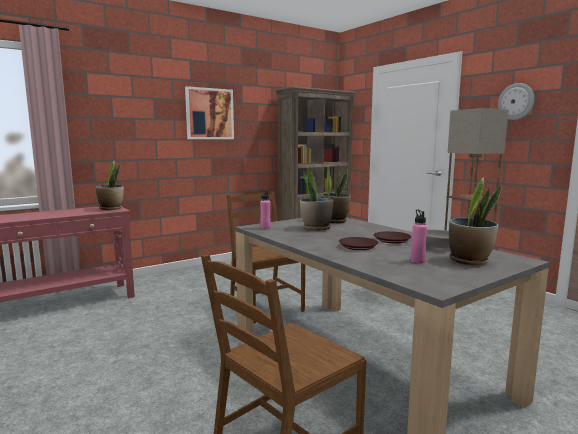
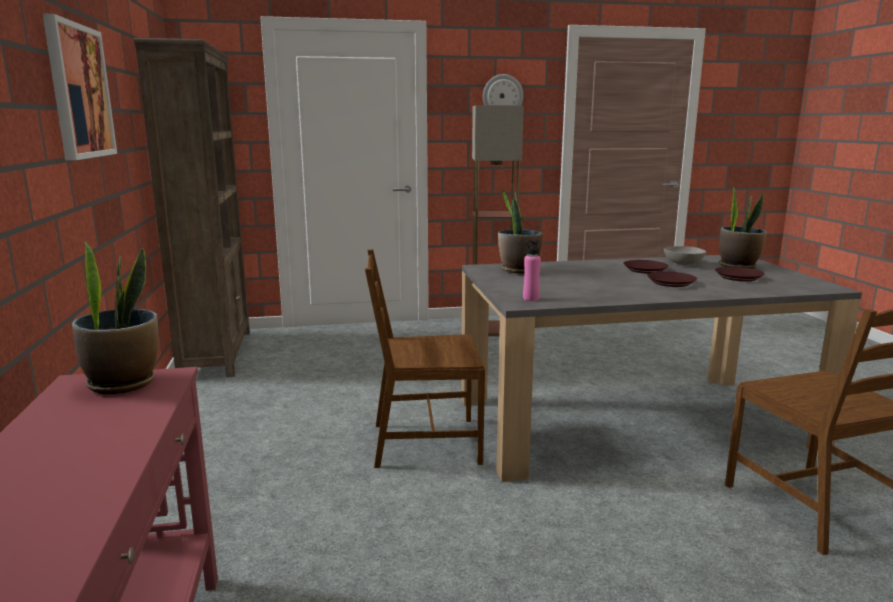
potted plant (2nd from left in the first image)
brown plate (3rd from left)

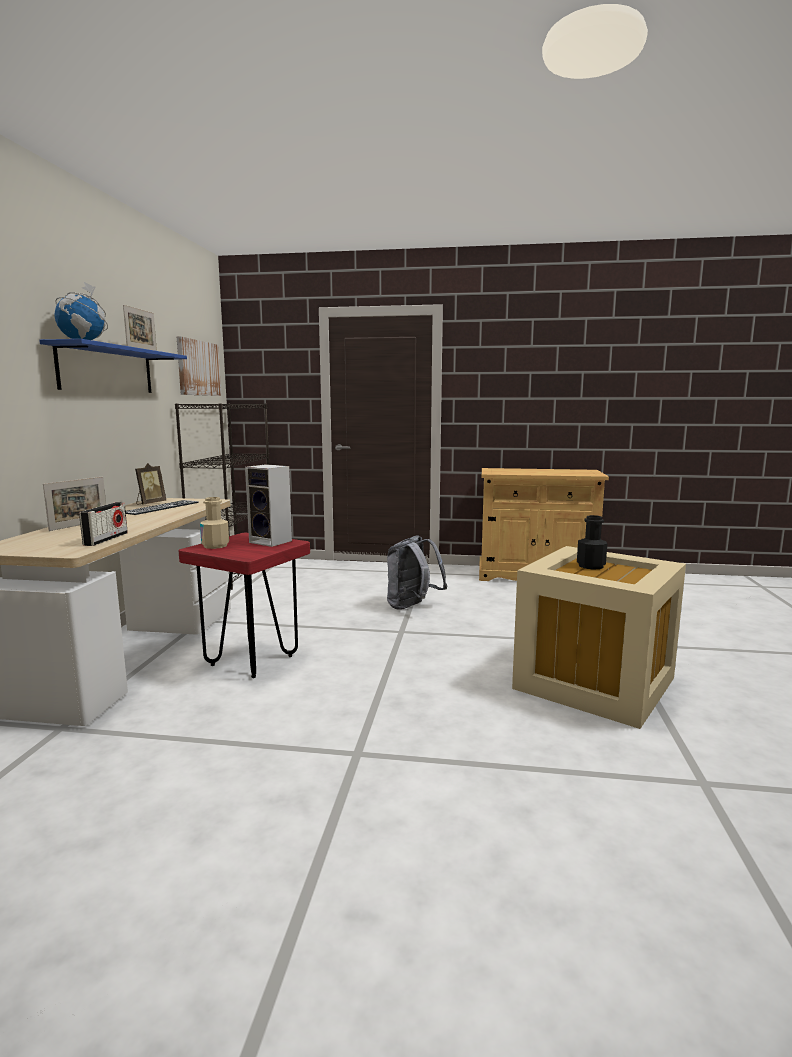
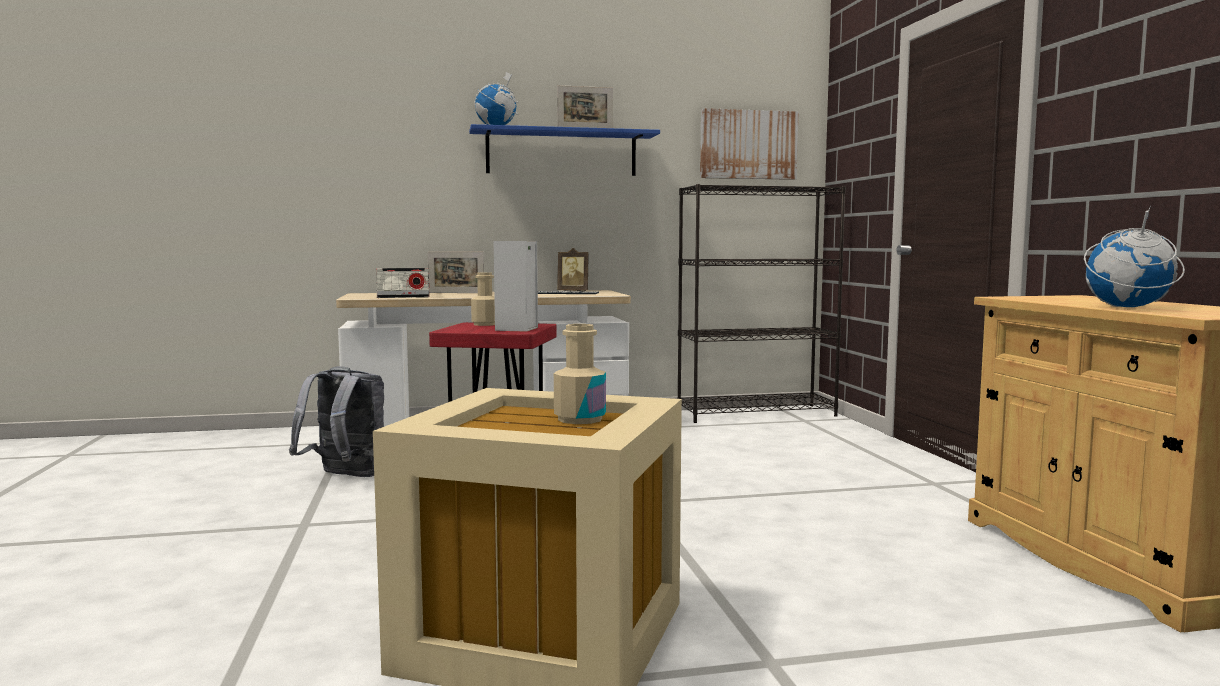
grey backpack
beige bottle (2nd from left)
globe (2nd from left)

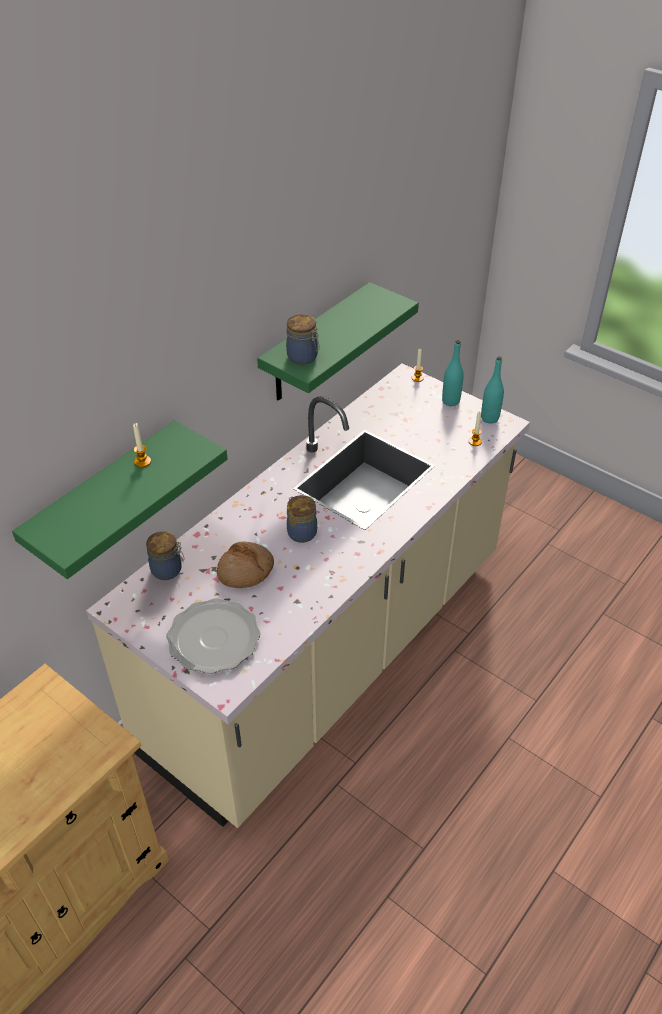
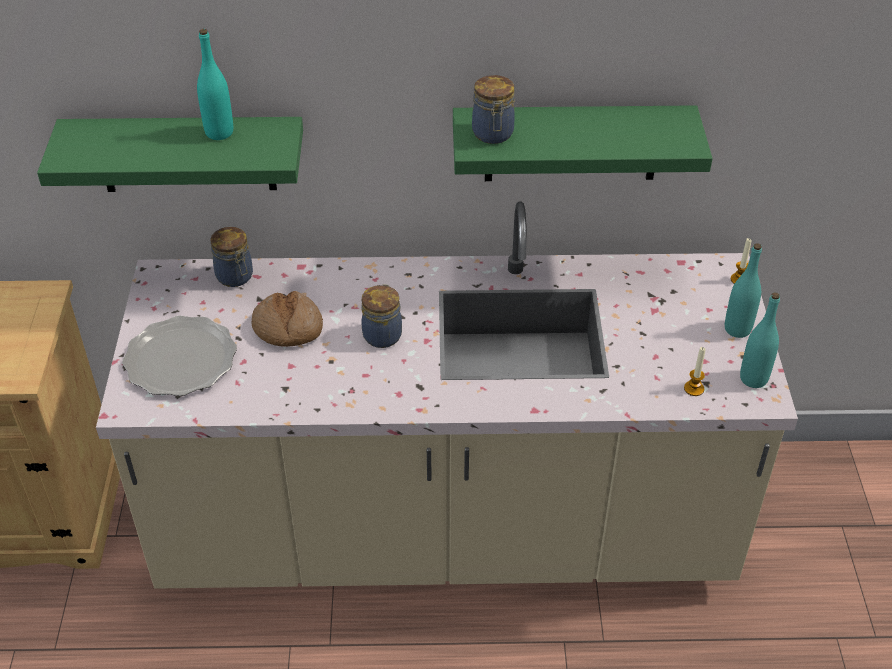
turquoise bottle (1st from left)

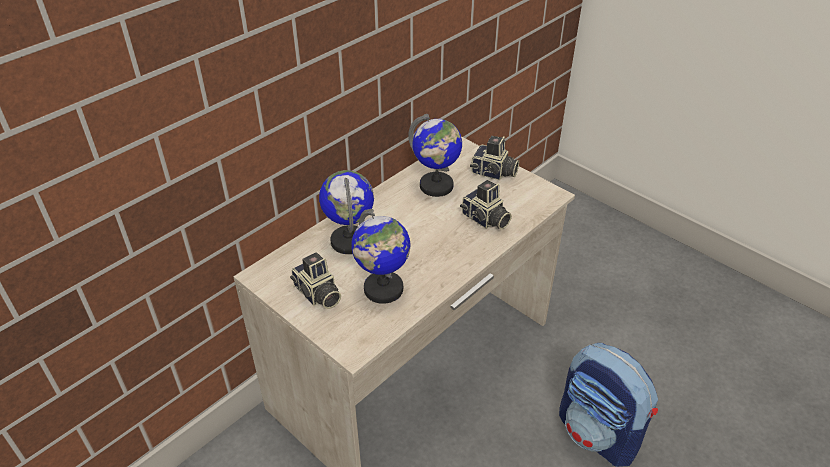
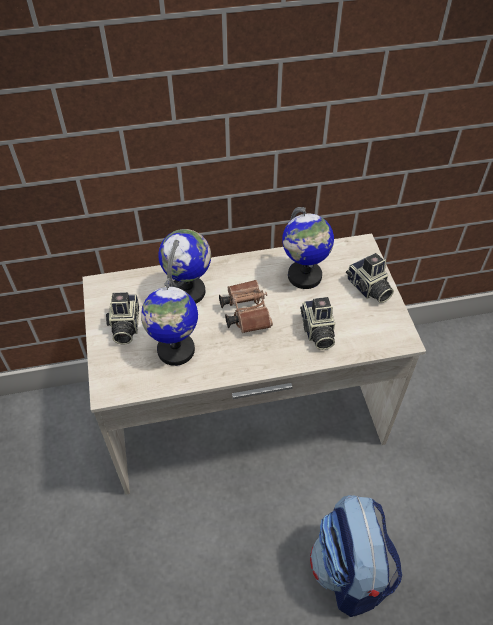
brown binoculars

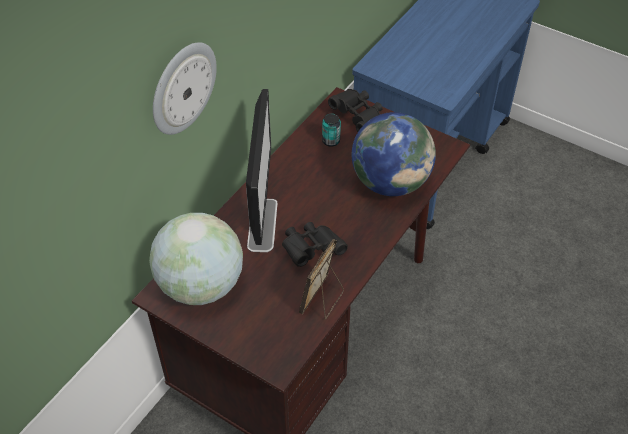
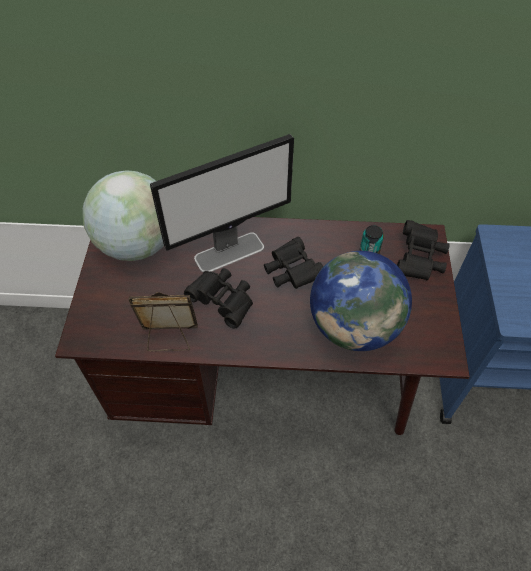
wall clock
black binoculars (2nd from left)

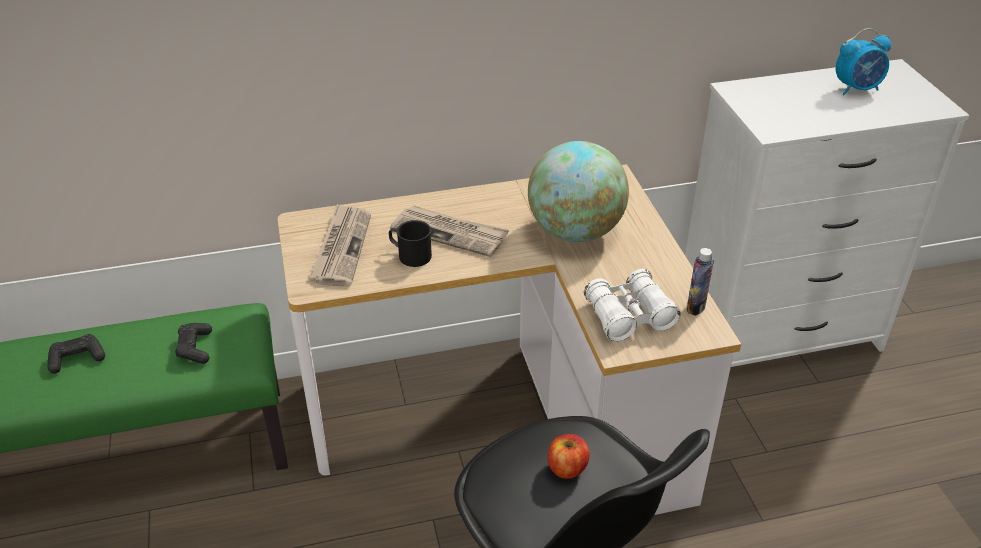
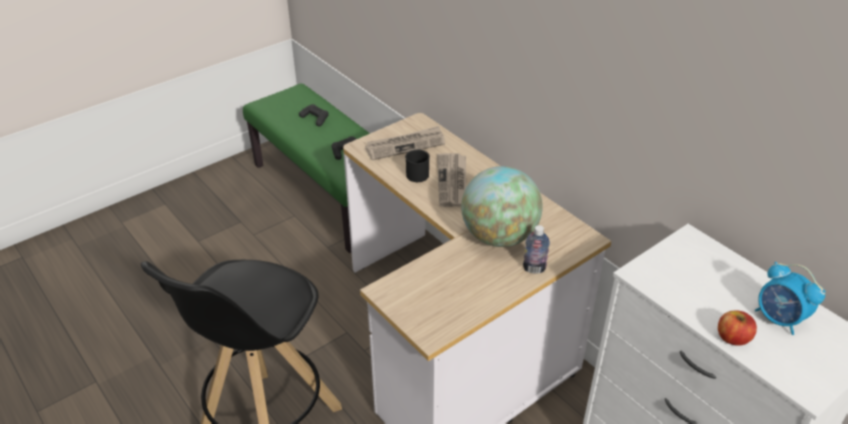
apple
white binoculars
bottle

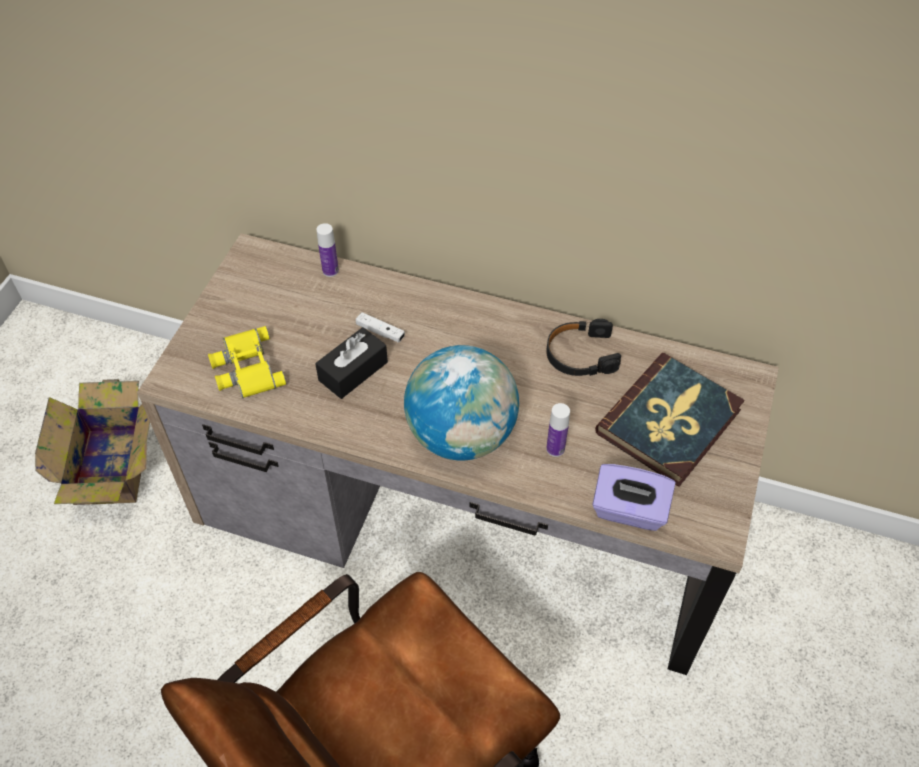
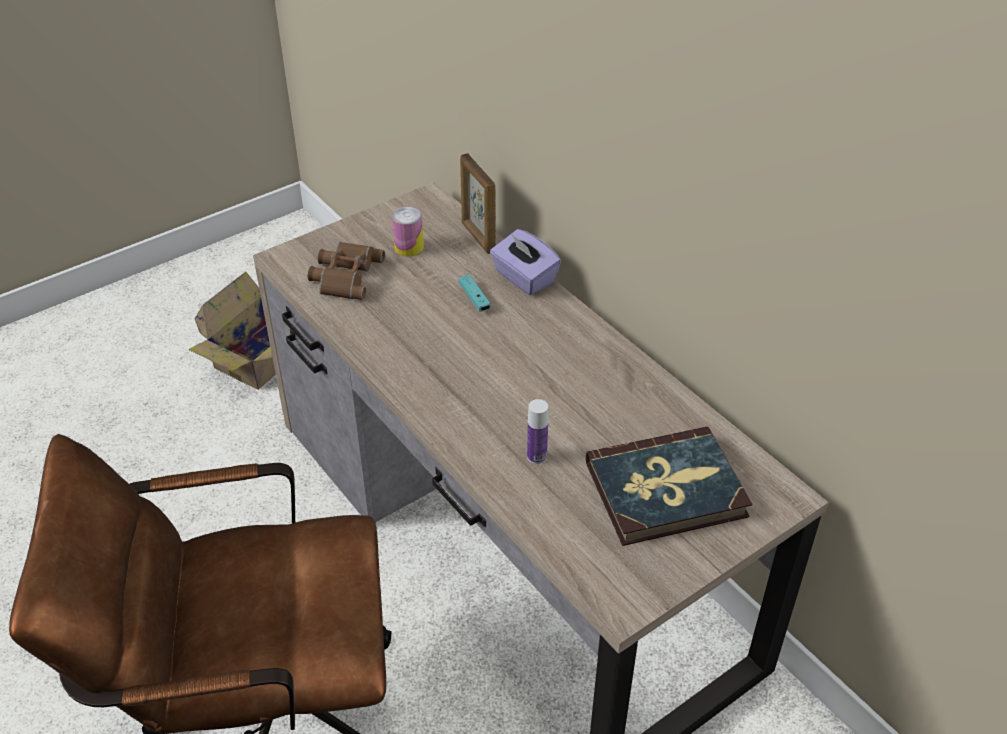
brown binoculars
black tissue box
picture frame
turquoise game controller
globe
black headphones
purple tissue box
can

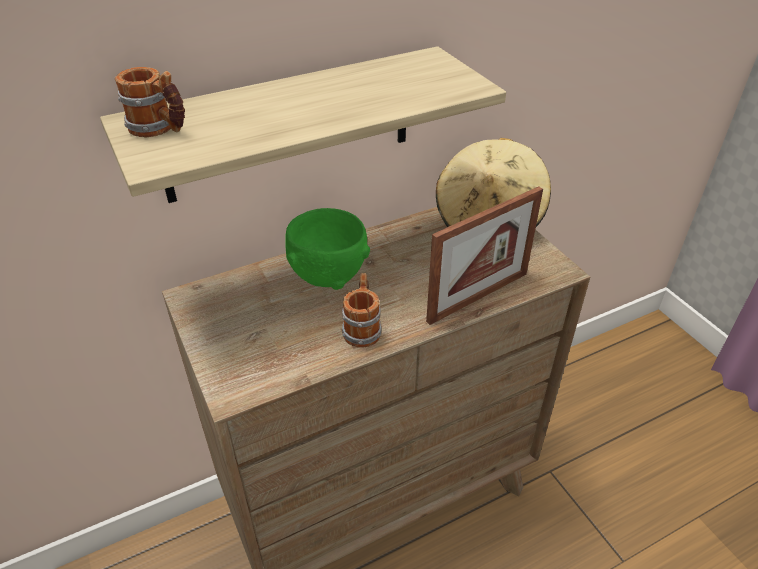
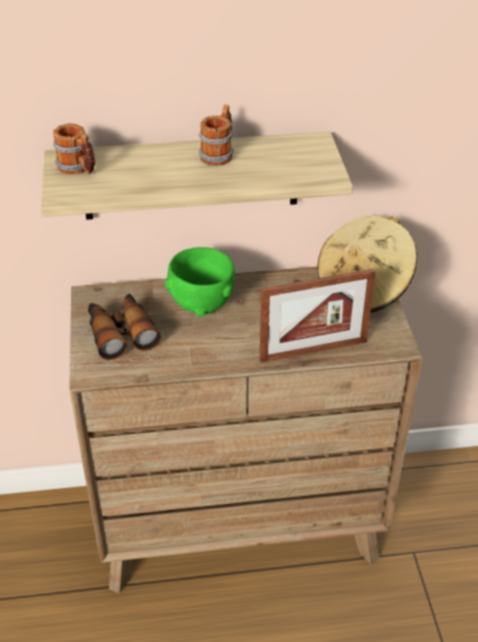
mug (2nd from left)
binoculars

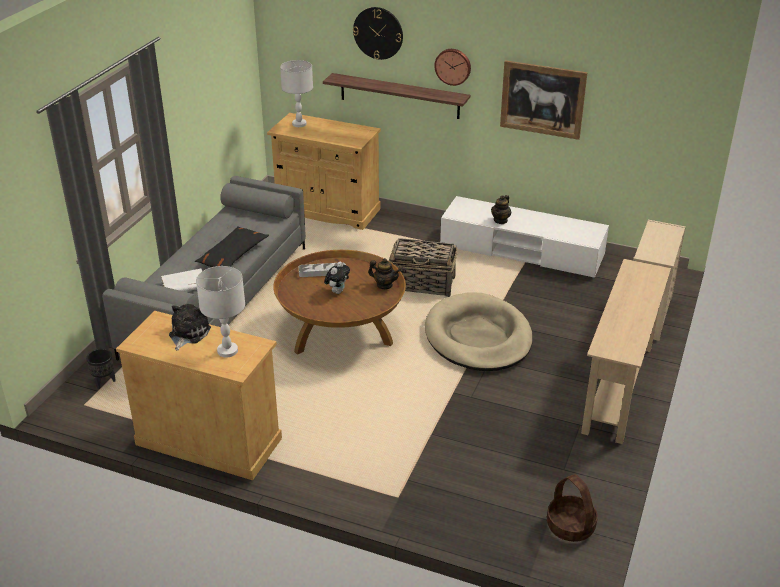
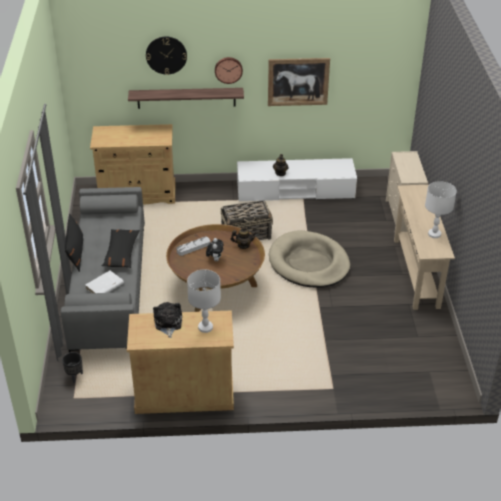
white table lamp (2nd from left)
basket (2nd from left in the first image)
black pillow (1st from left)

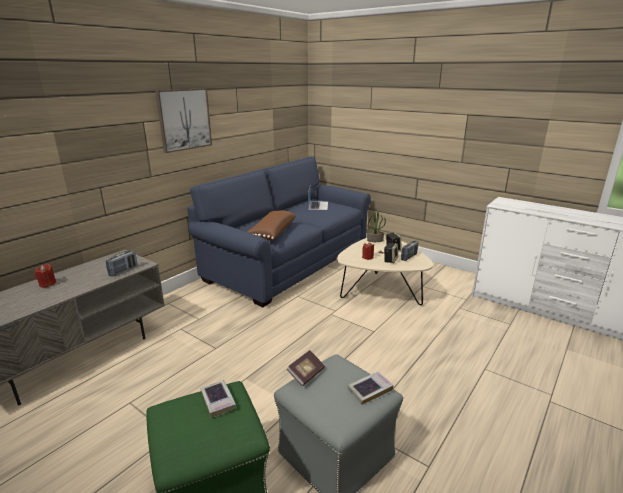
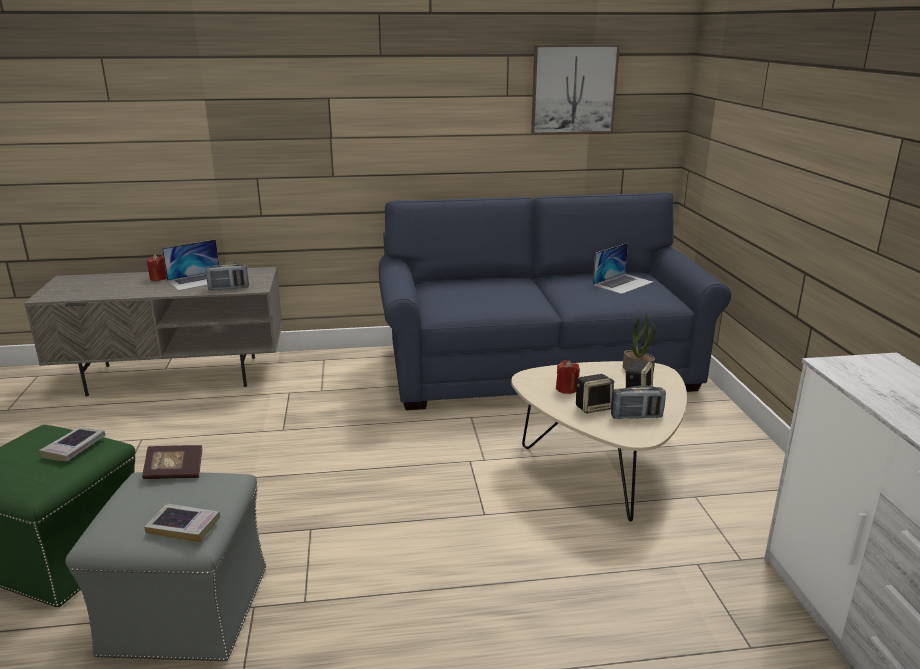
picture
brown pillow
laptop (1st from left)

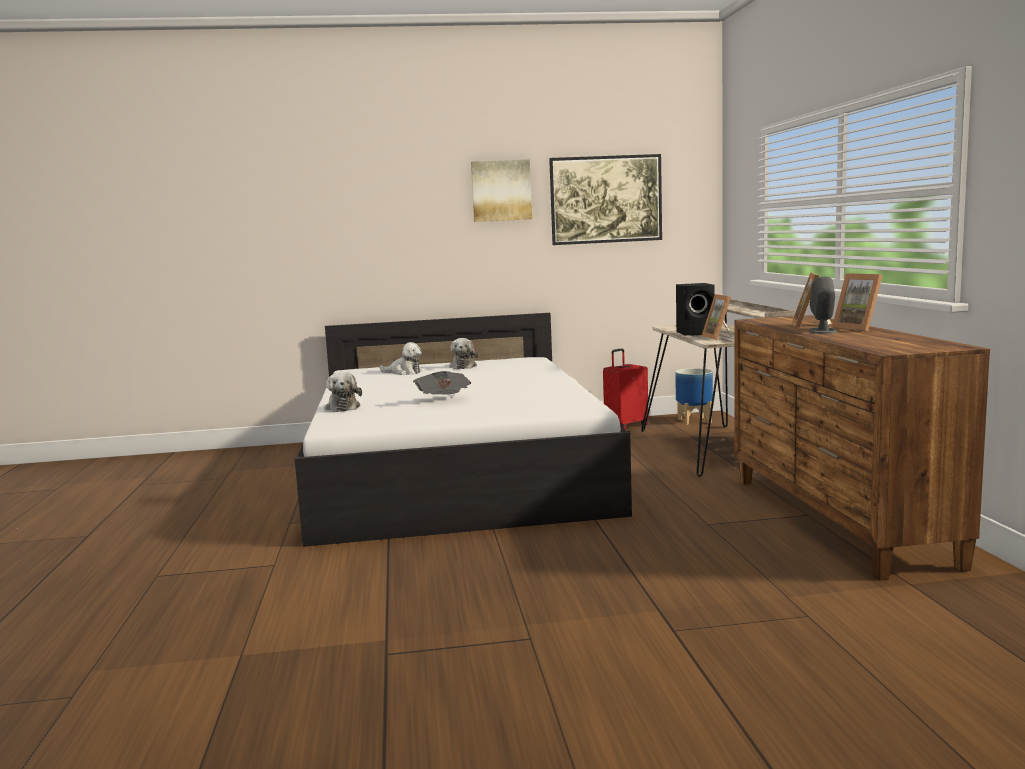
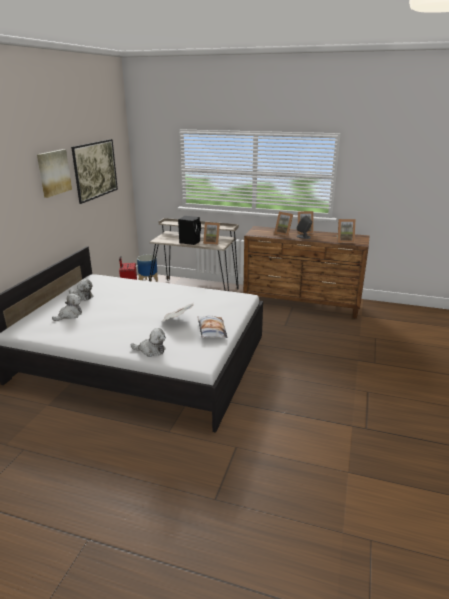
pillow
picture frame (4th from left)

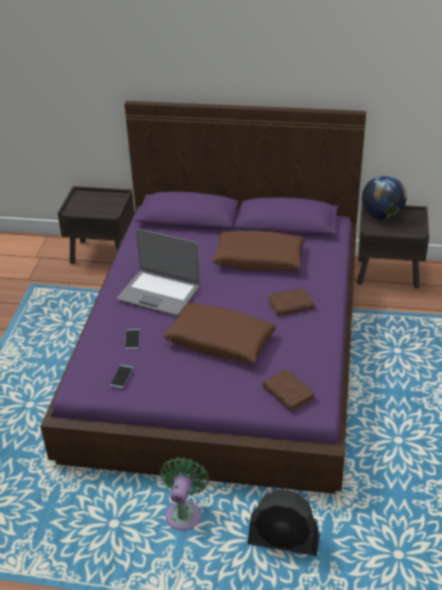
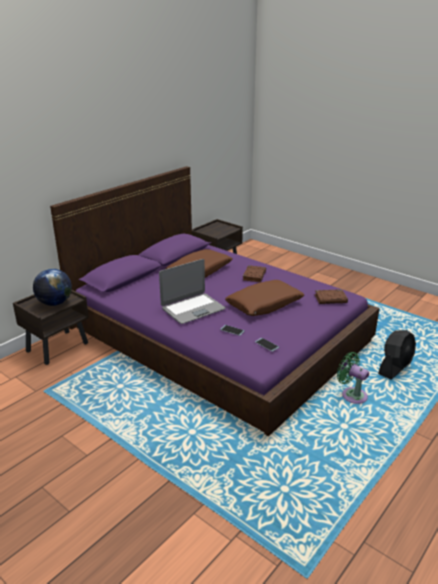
globe

